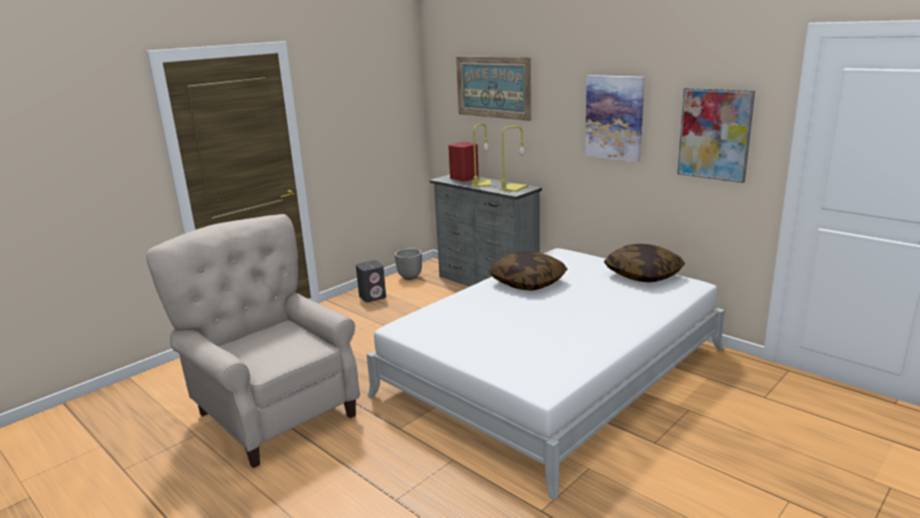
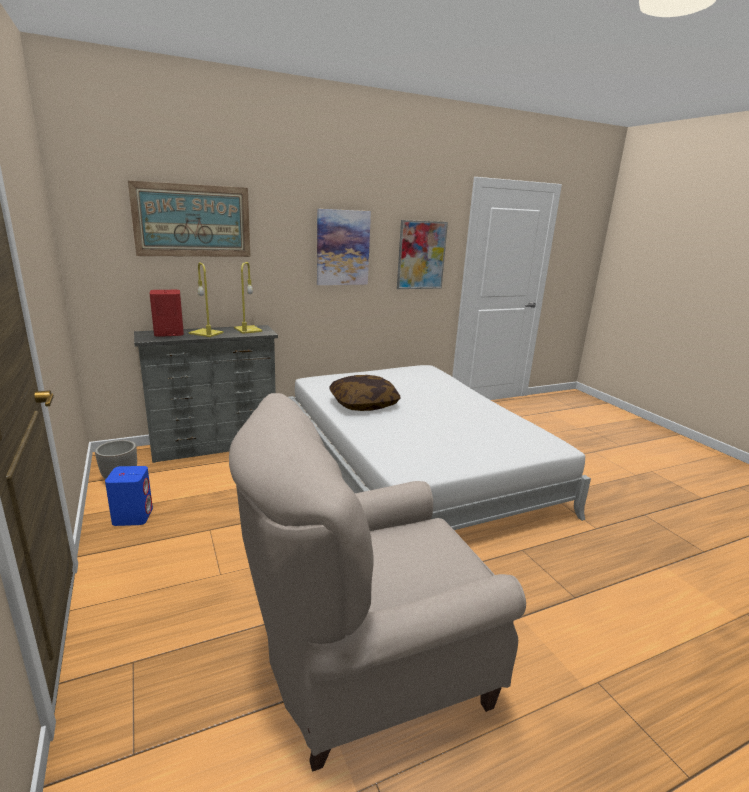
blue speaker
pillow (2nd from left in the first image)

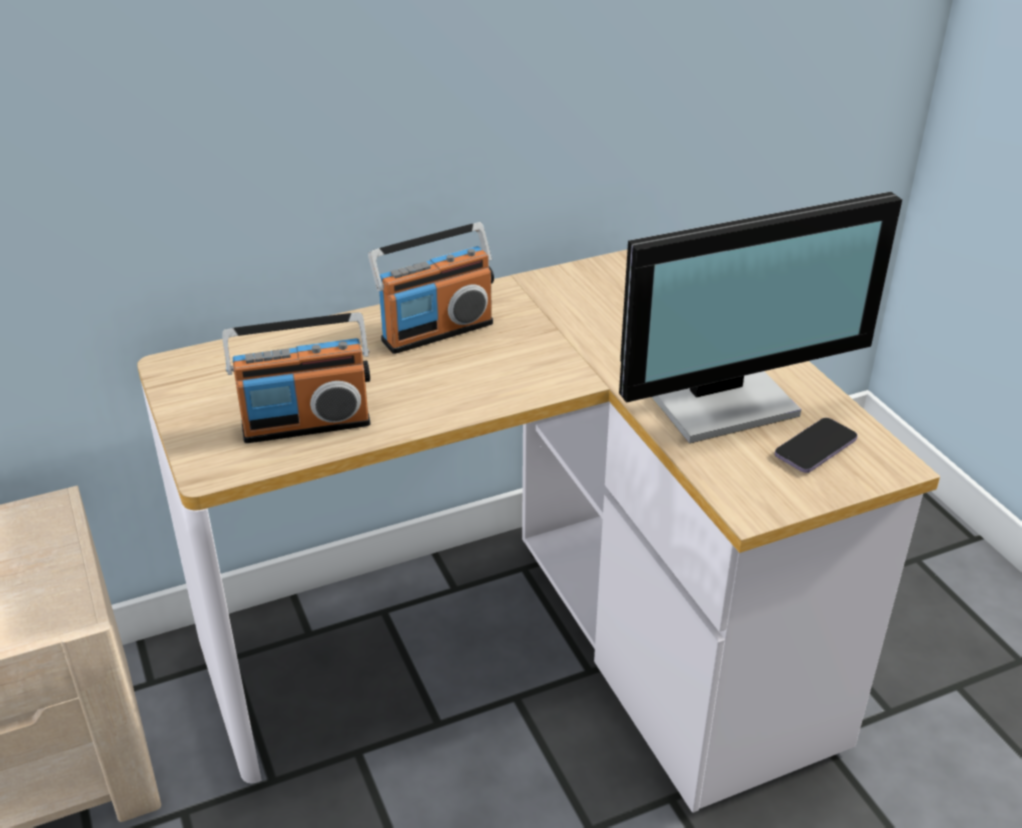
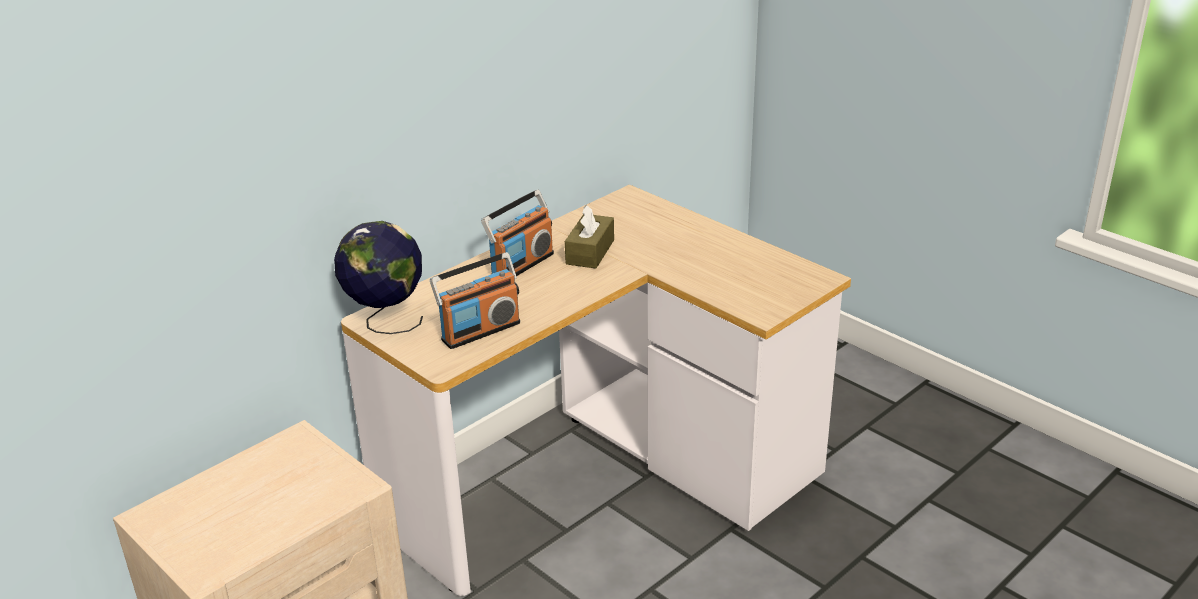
monitor
phone
globe
brown tissue box

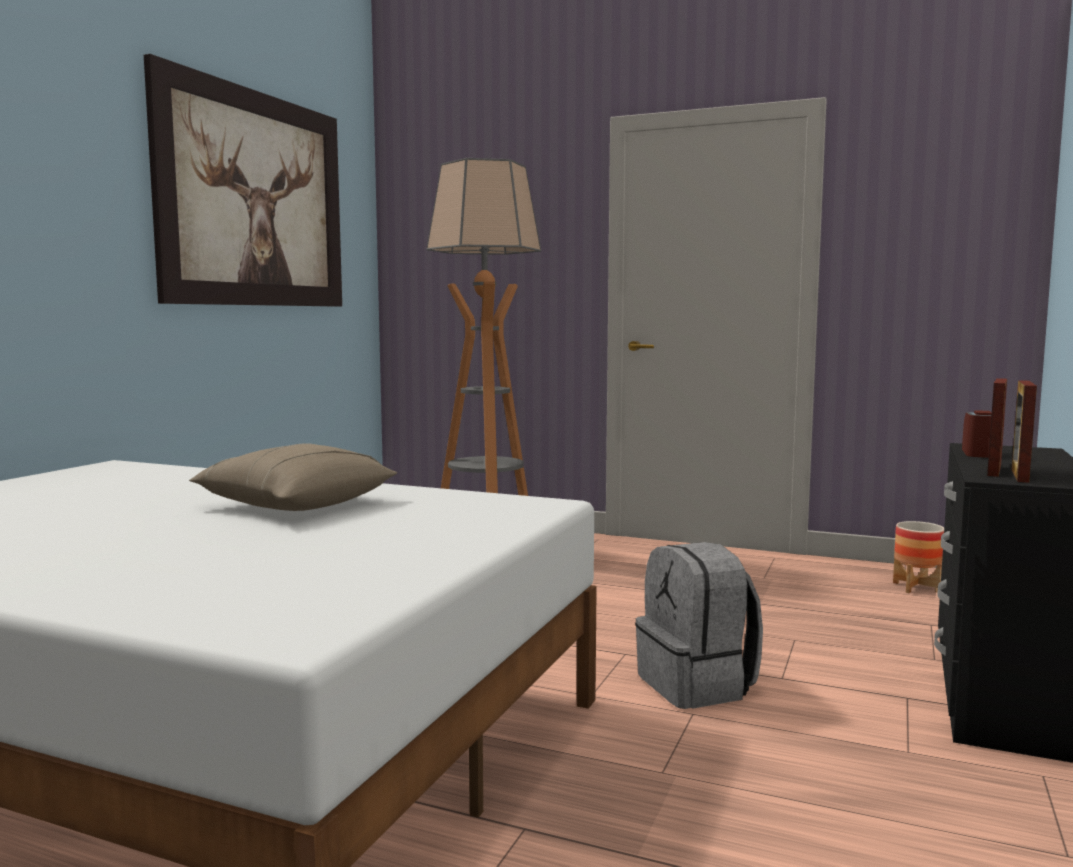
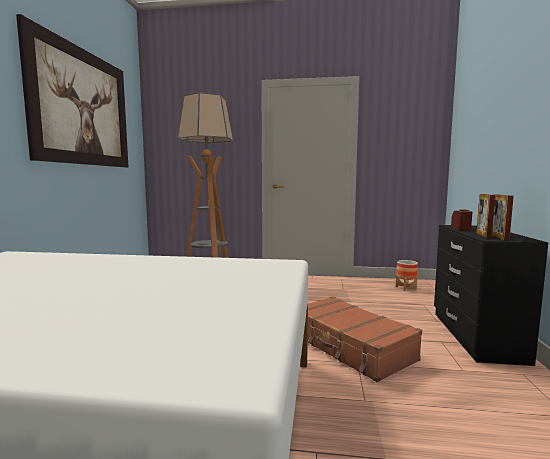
beige pillow
brown suitcase

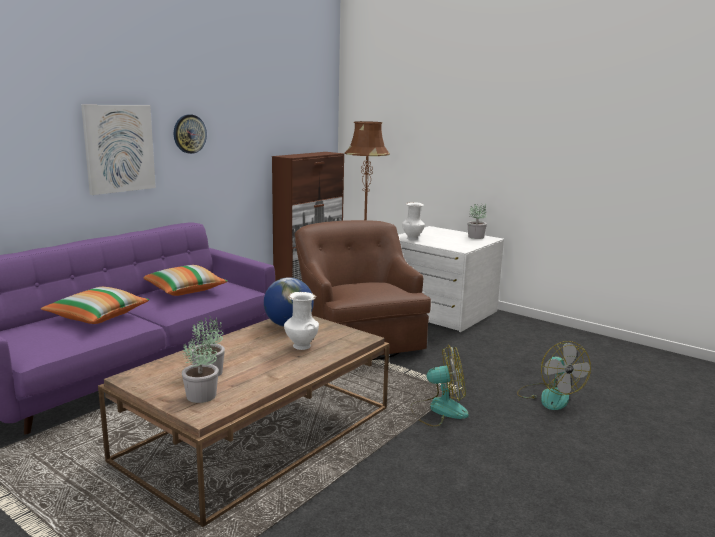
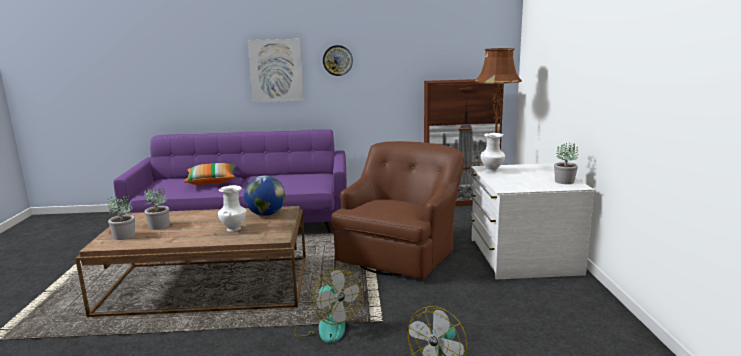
pillow (2nd from left in the first image)

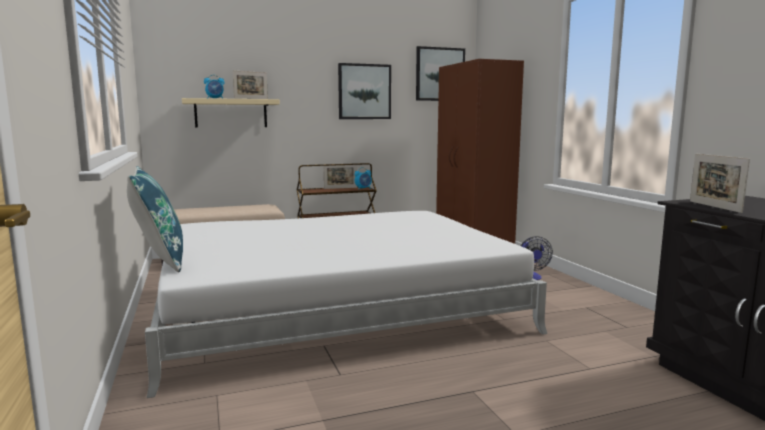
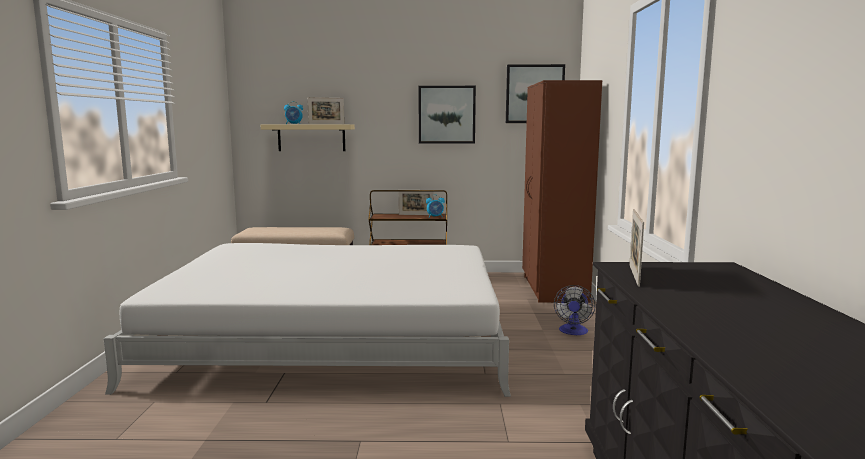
blue pillow

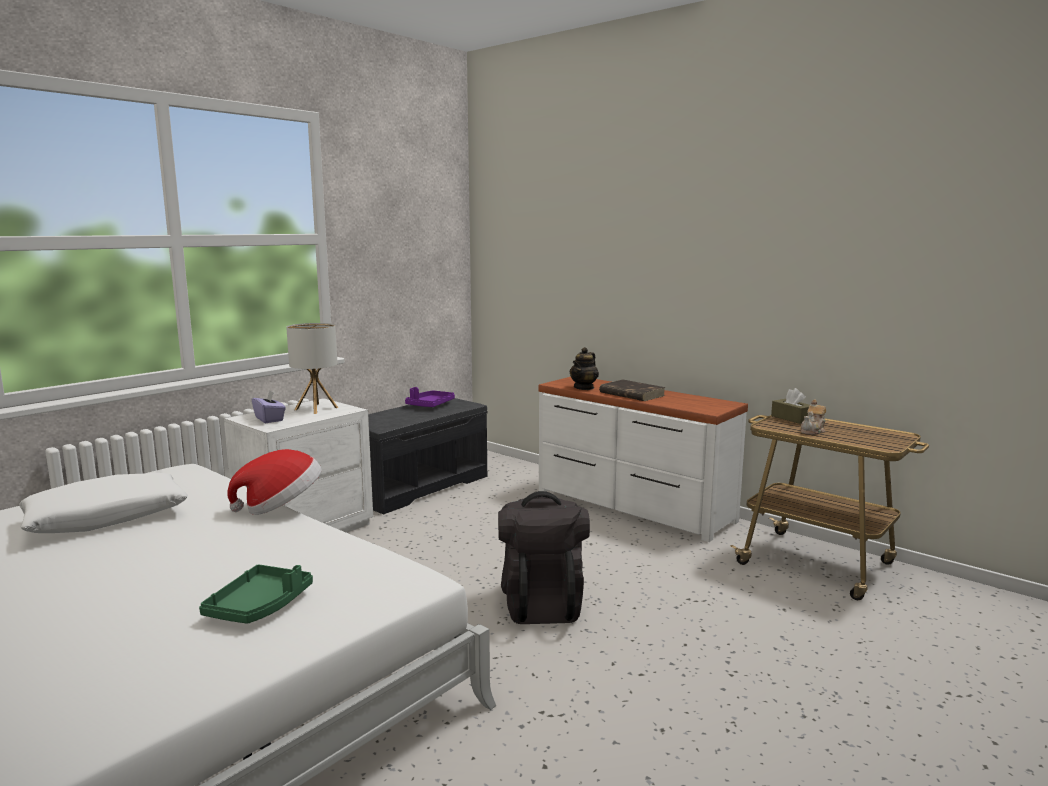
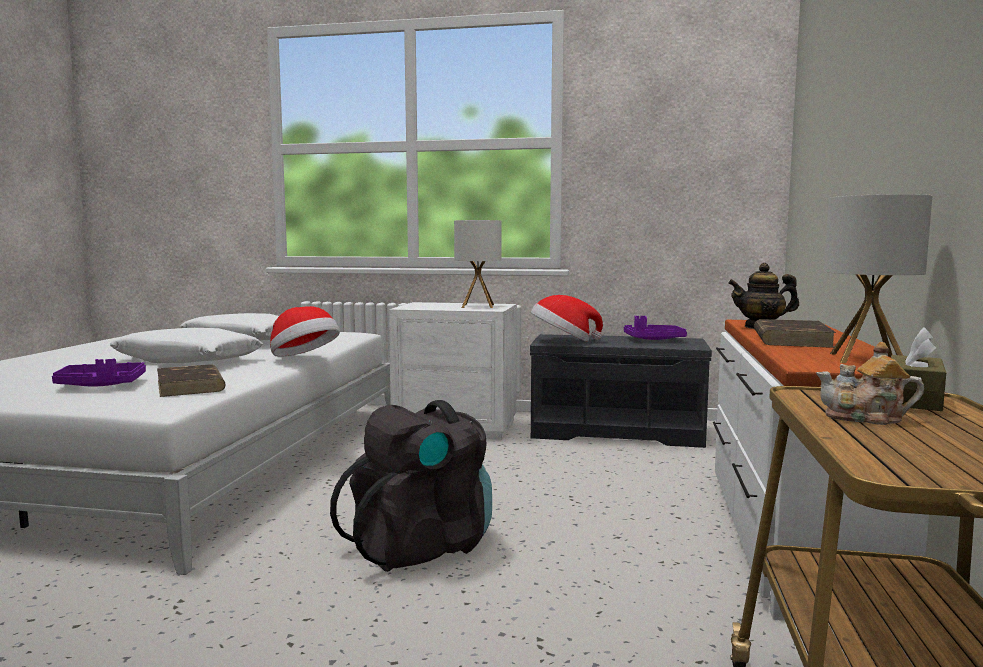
purple tray (1st from left)
purple tissue box
white pillow (1st from left)
brown book (1st from left)
hat (2nd from left)
table lamp (2nd from left)

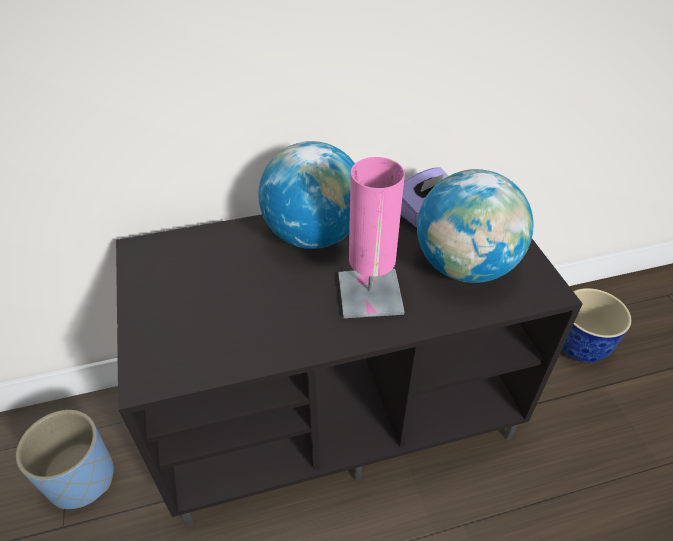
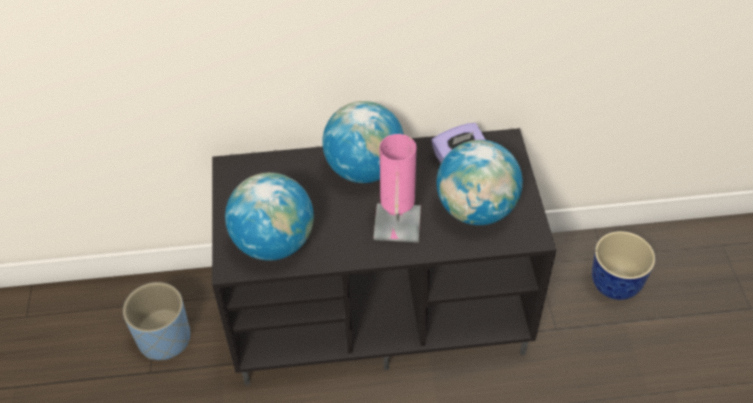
globe (1st from left)

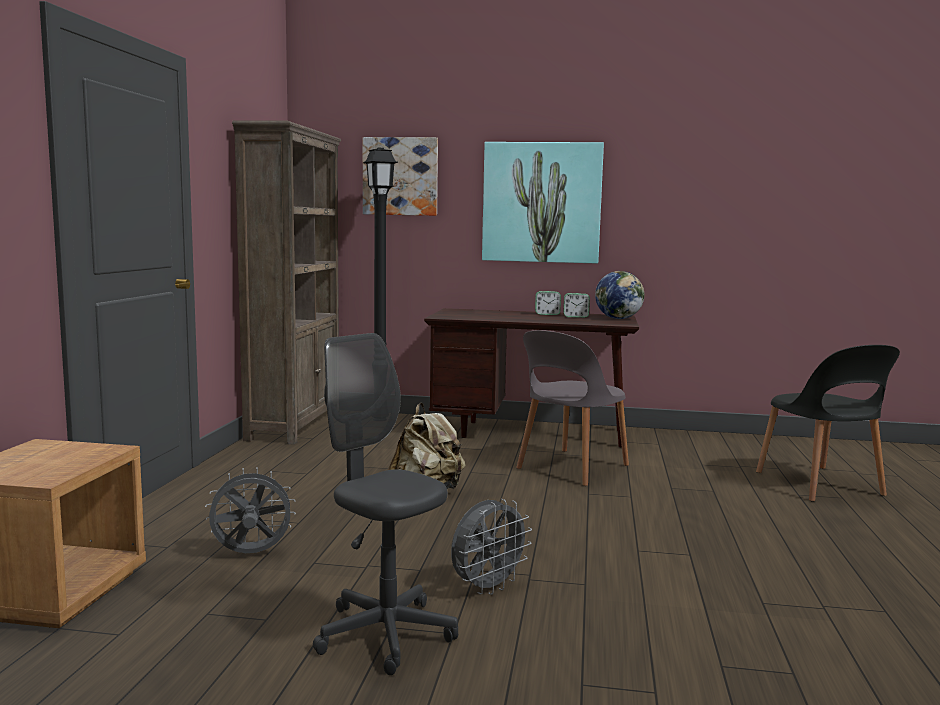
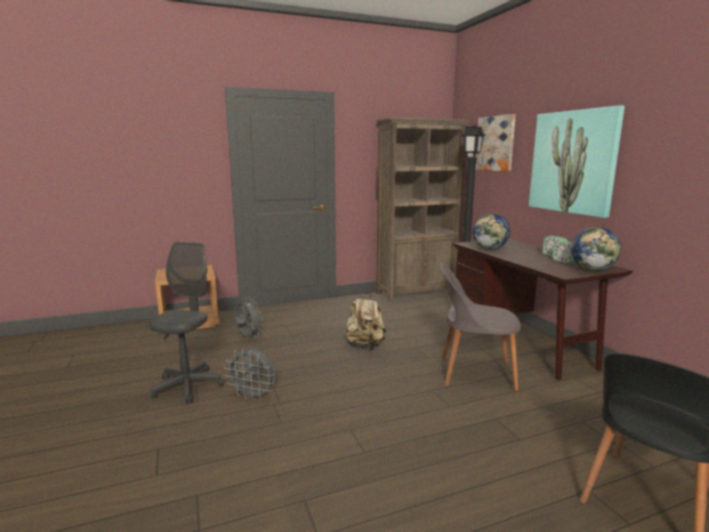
globe (1st from left)

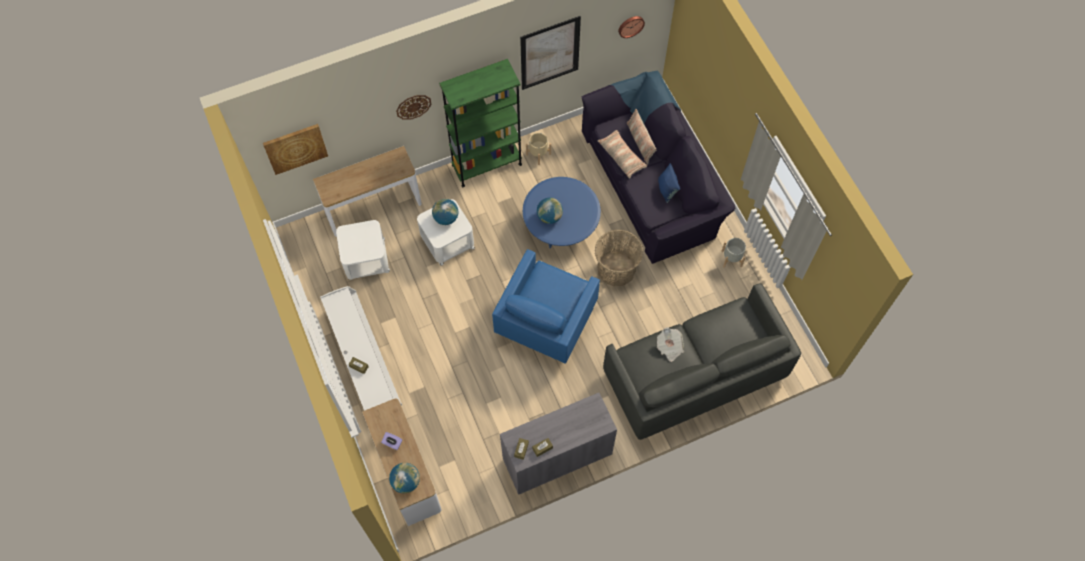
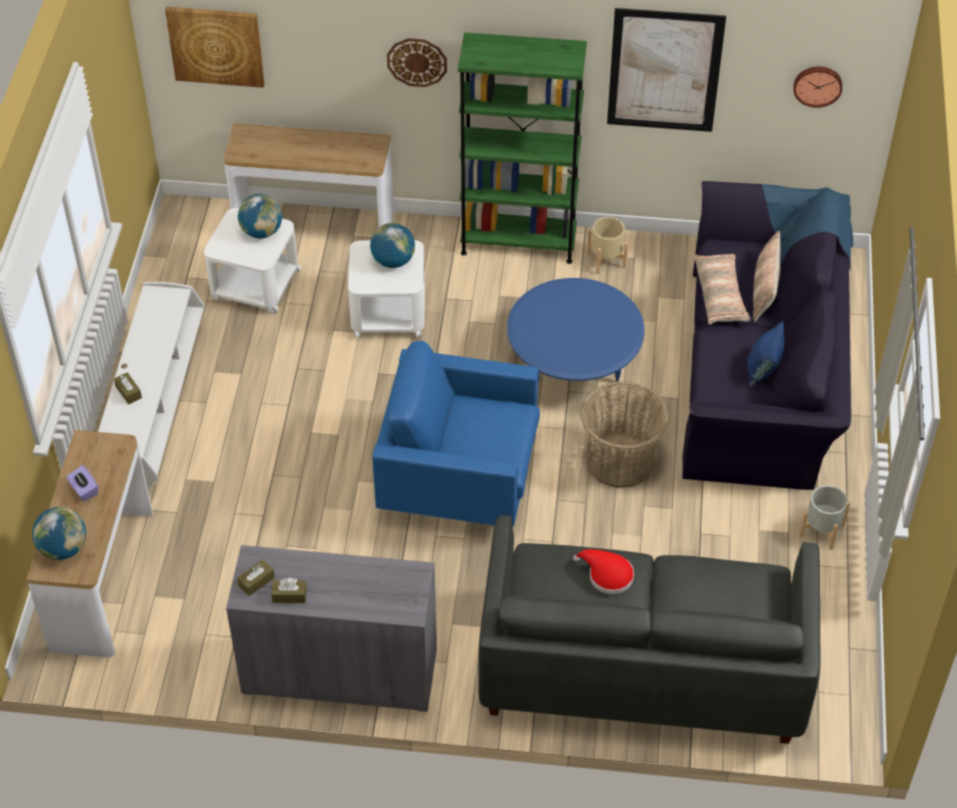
blue armchair
globe (2nd from left)
red hat

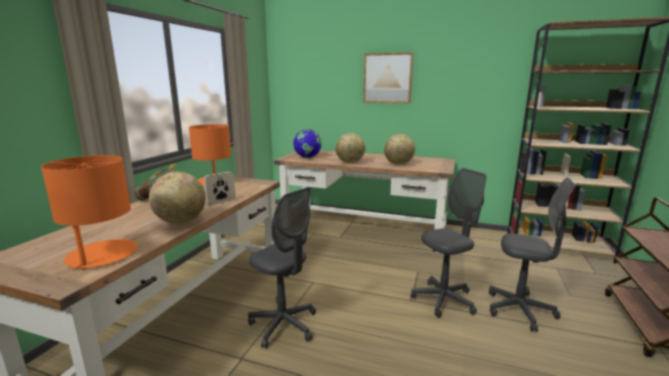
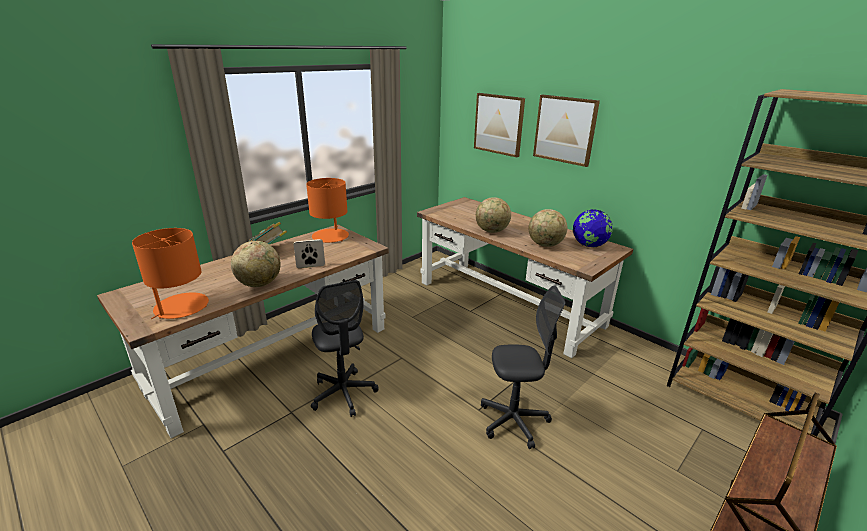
globe (4th from left)
grey office chair (3rd from left in the first image)
picture (1st from left)

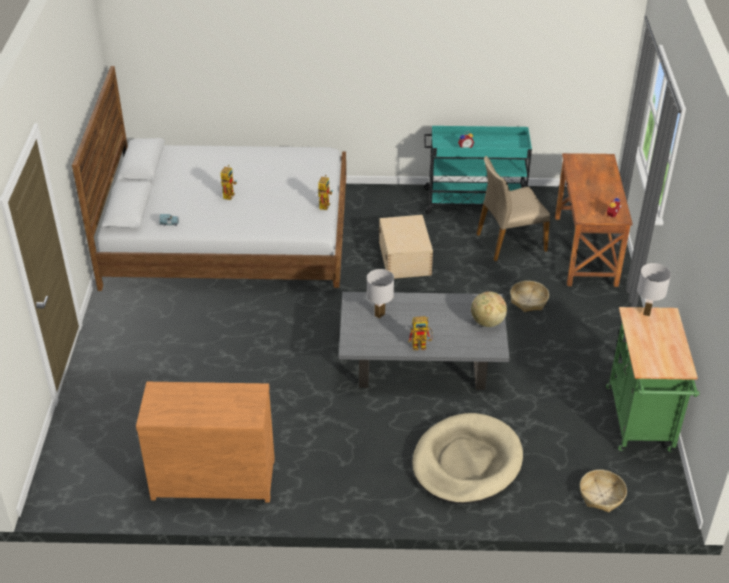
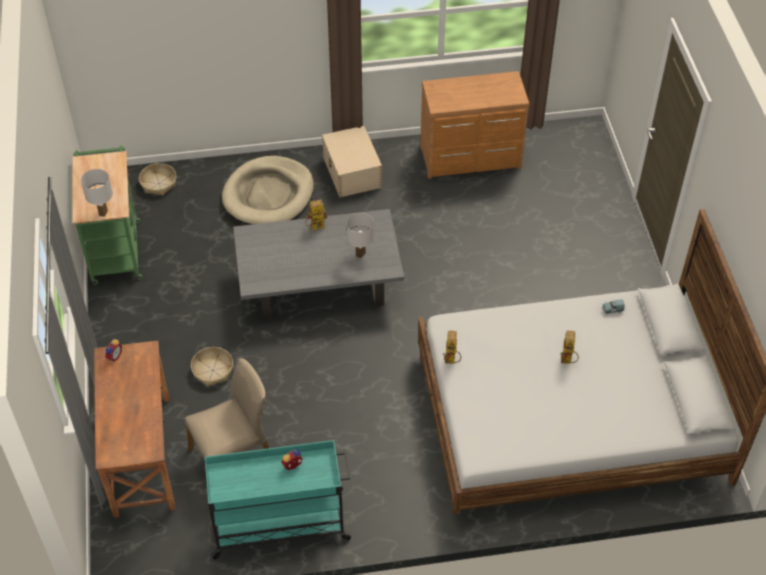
beige storage box
globe

